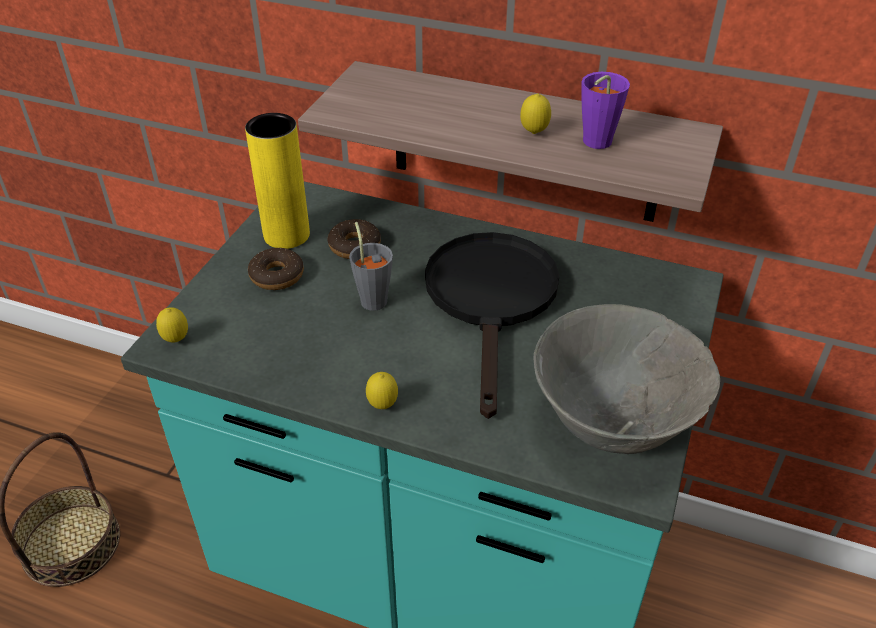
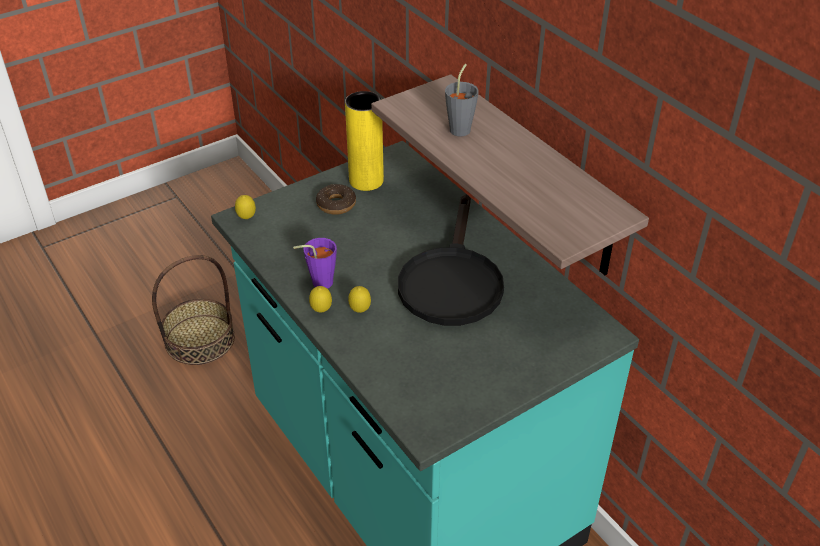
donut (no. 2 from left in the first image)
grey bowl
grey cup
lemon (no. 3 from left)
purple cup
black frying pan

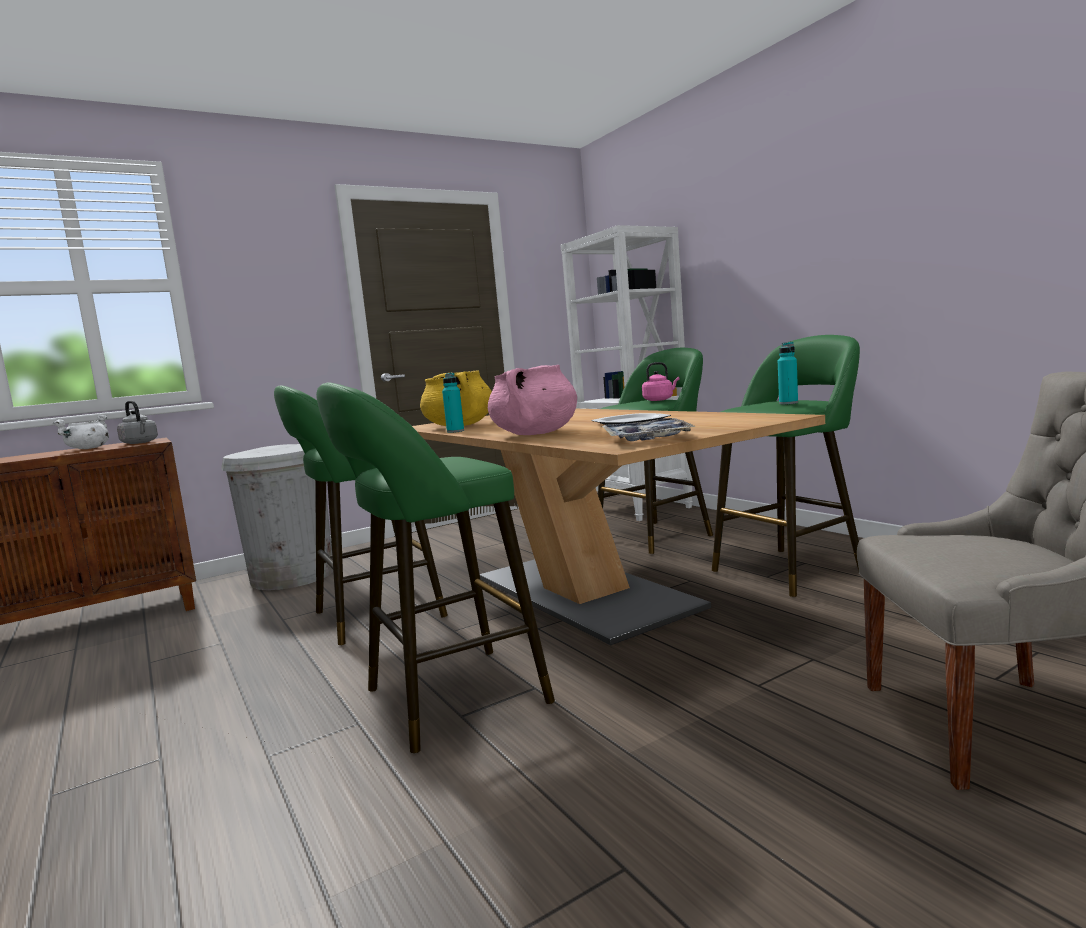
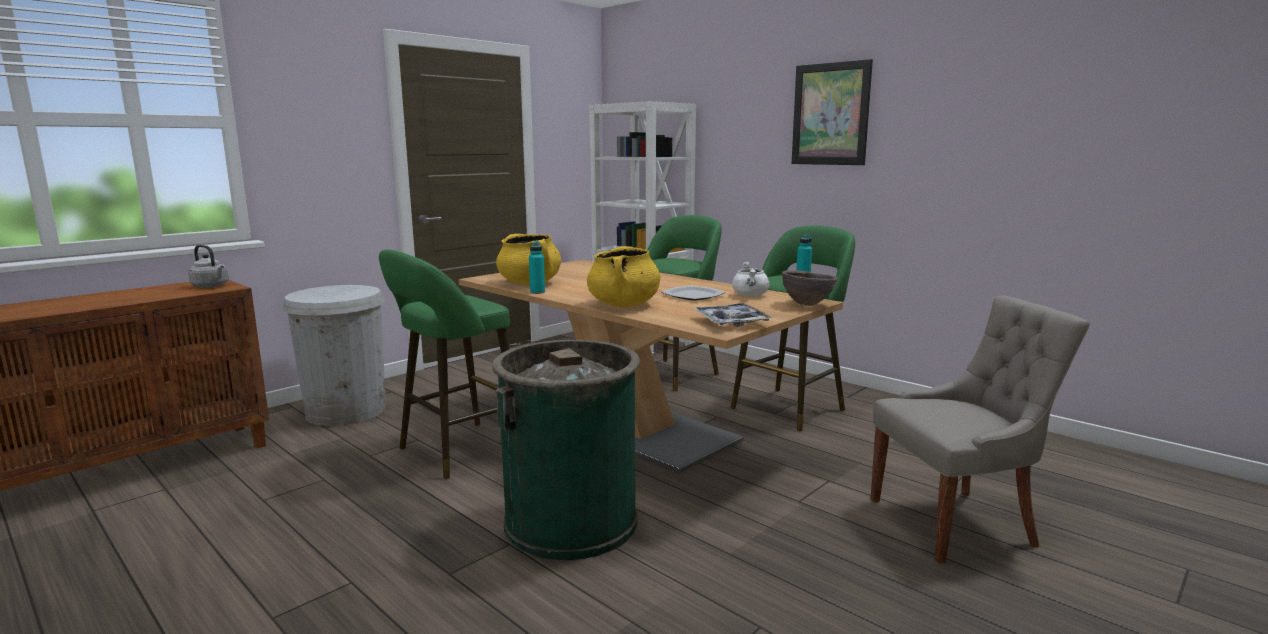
pink kettle
brown bowl
picture
white cooking pot
green trash can
yellow cooking pot (no. 2 from left)

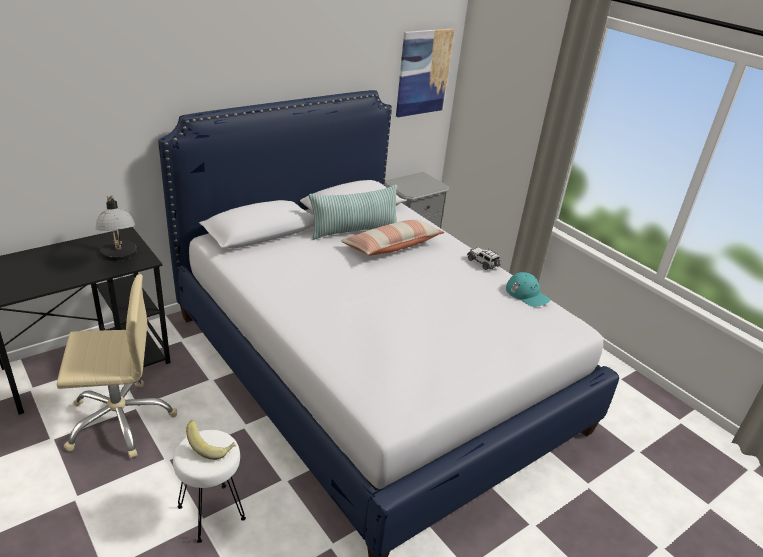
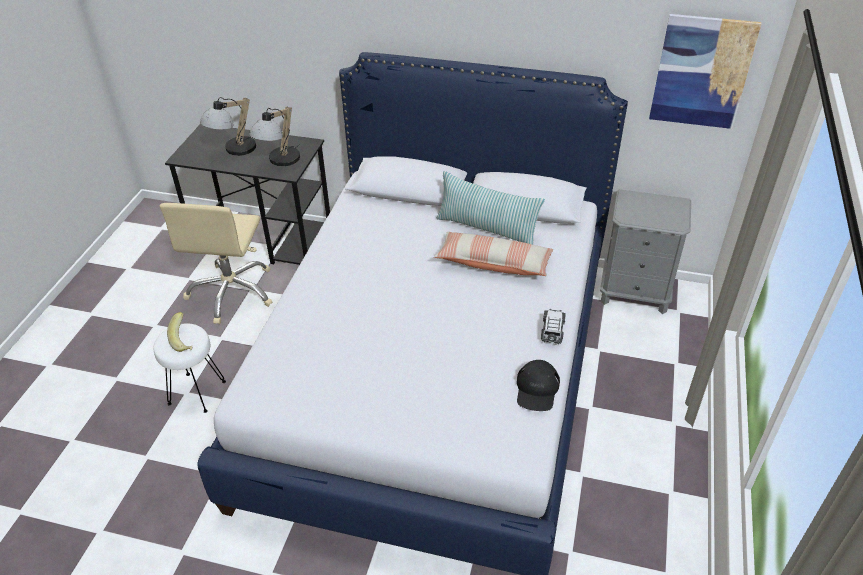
table lamp (no. 1 from left)
black cap
beige office chair

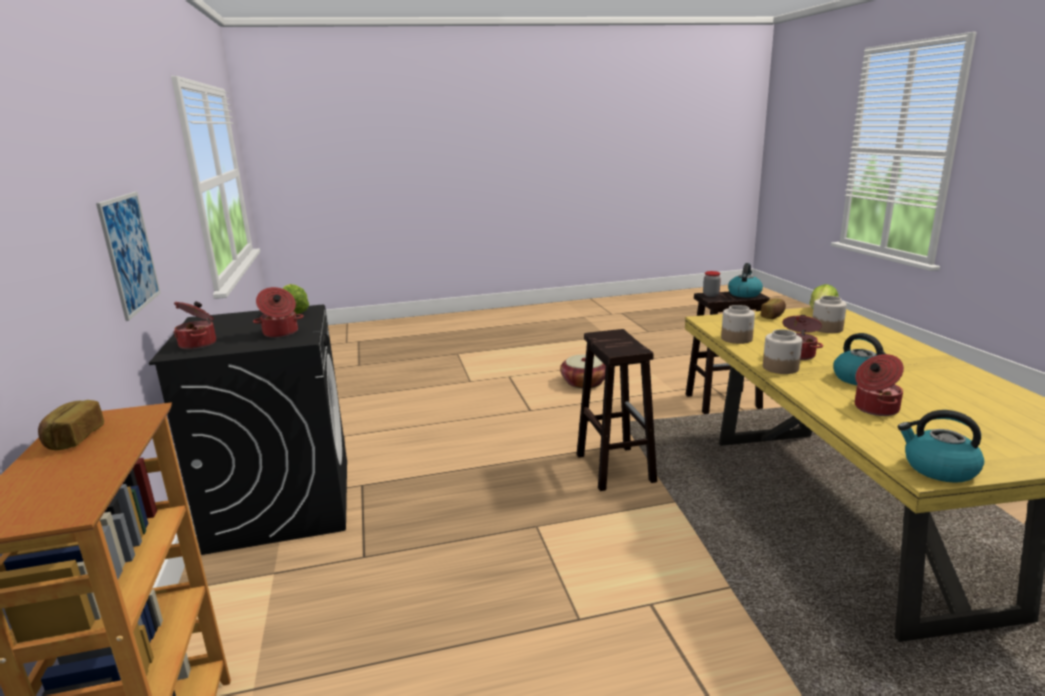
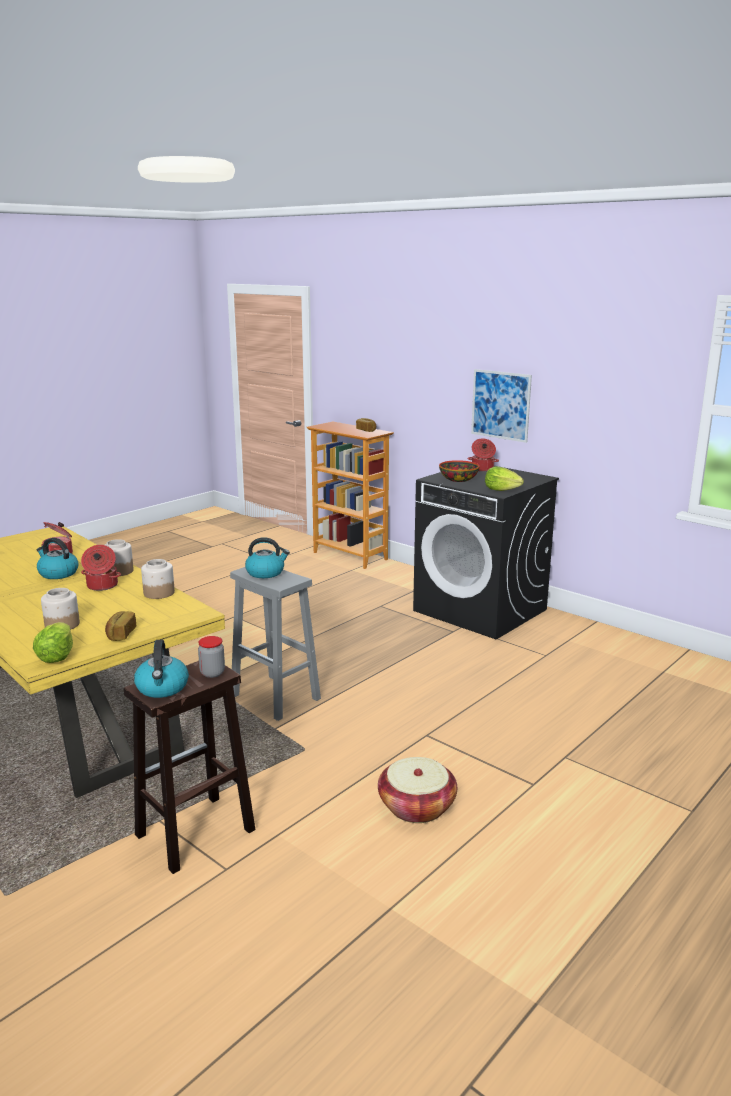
kettle (no. 3 from left)
bowl
grey stool

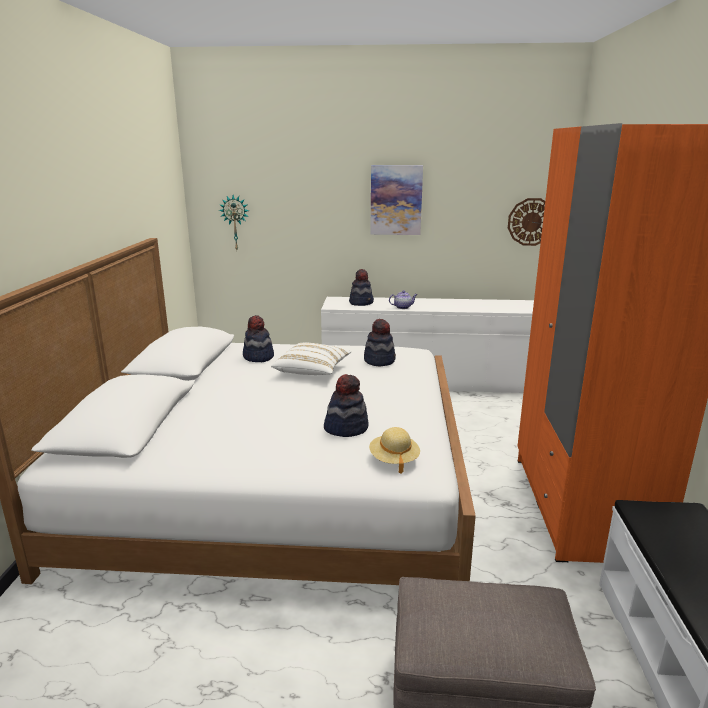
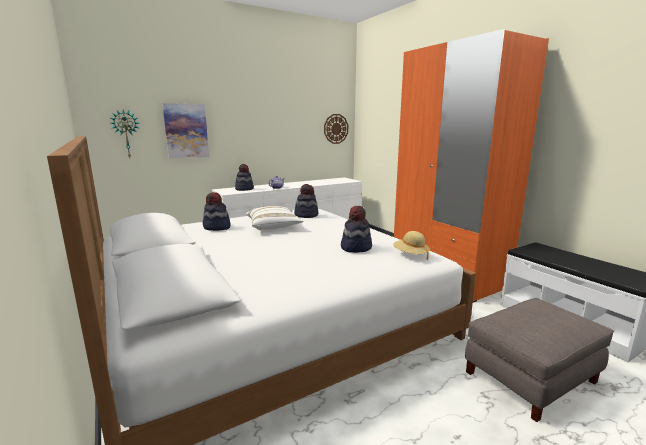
picture

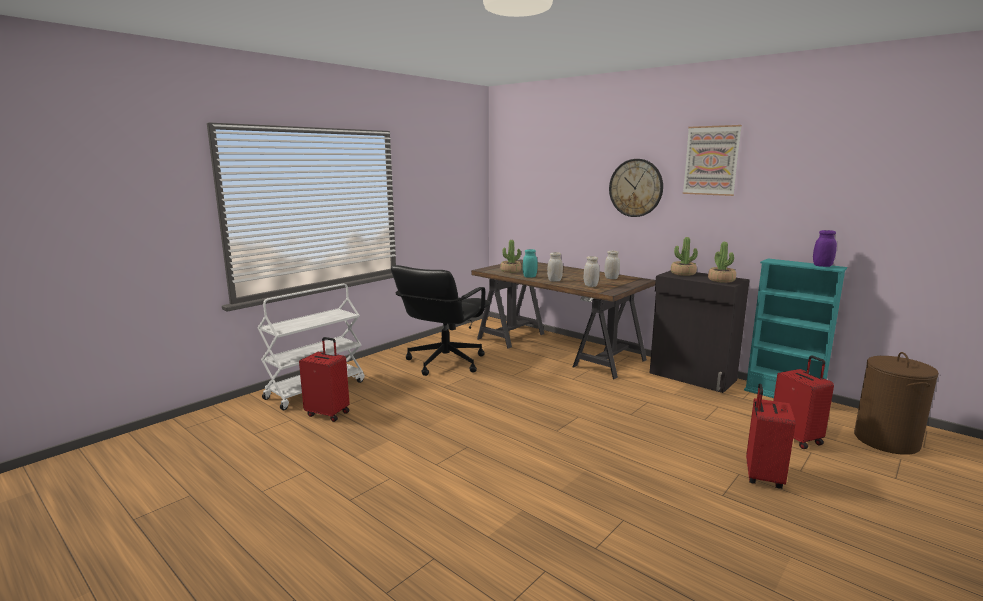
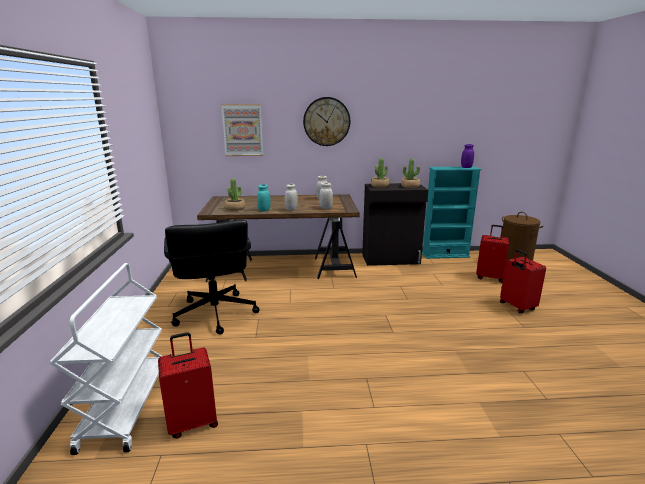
picture

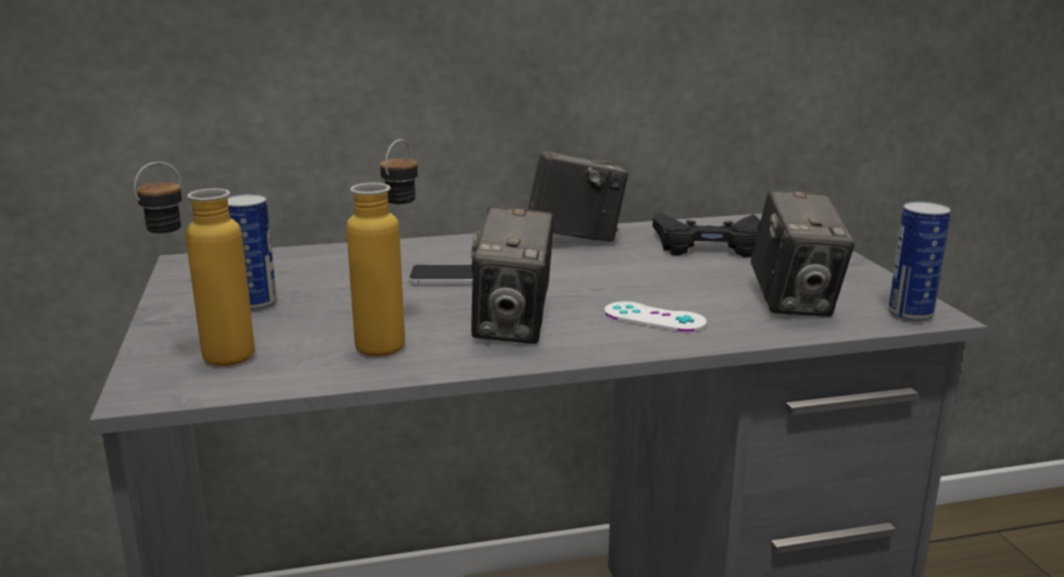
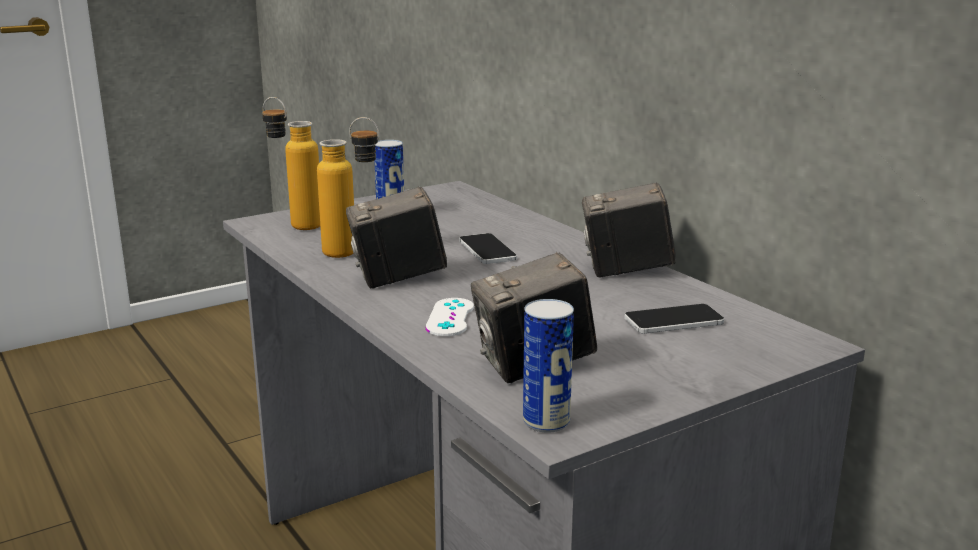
phone (no. 2 from left)
photo camera (no. 3 from left)

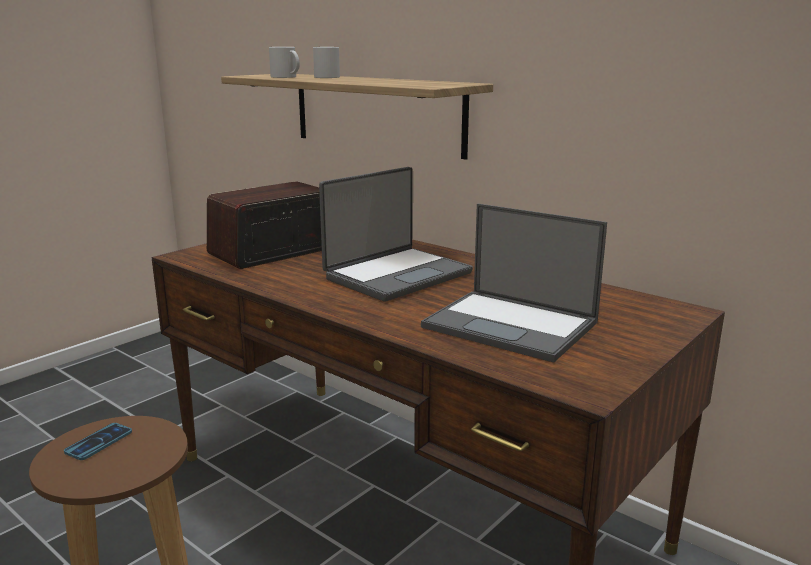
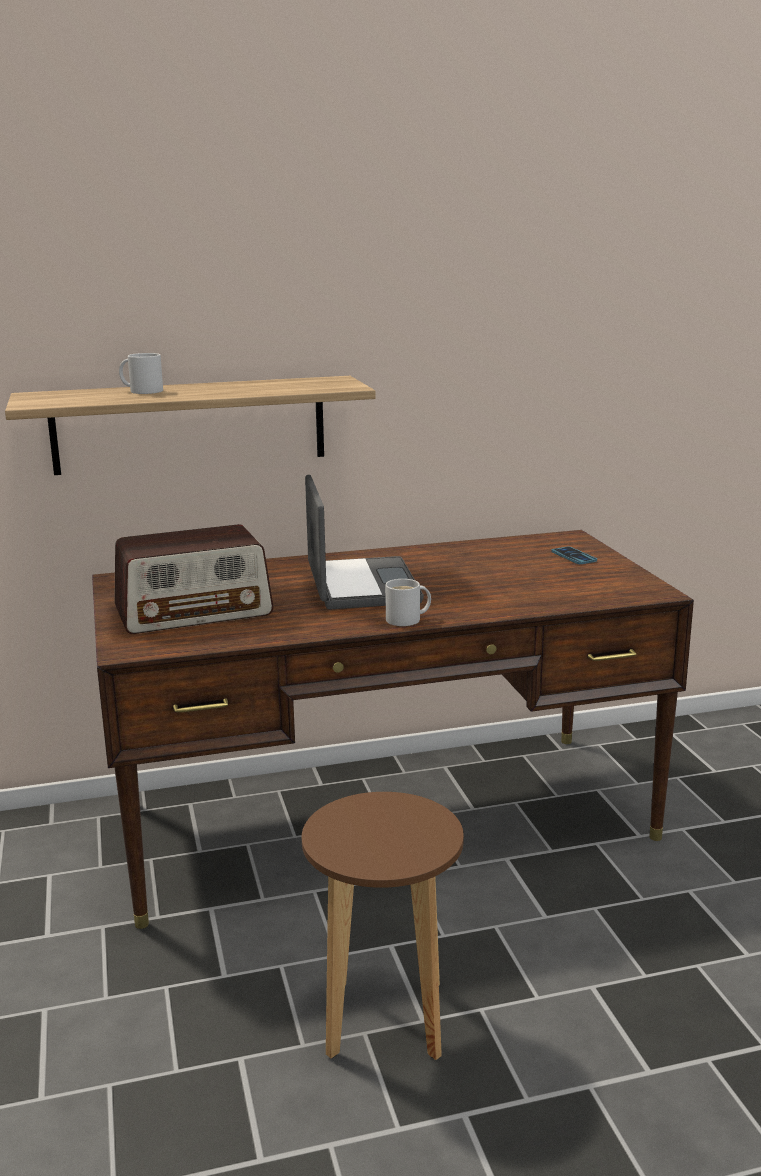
laptop (no. 2 from left in the first image)
phone
white mug (no. 2 from left)
radio

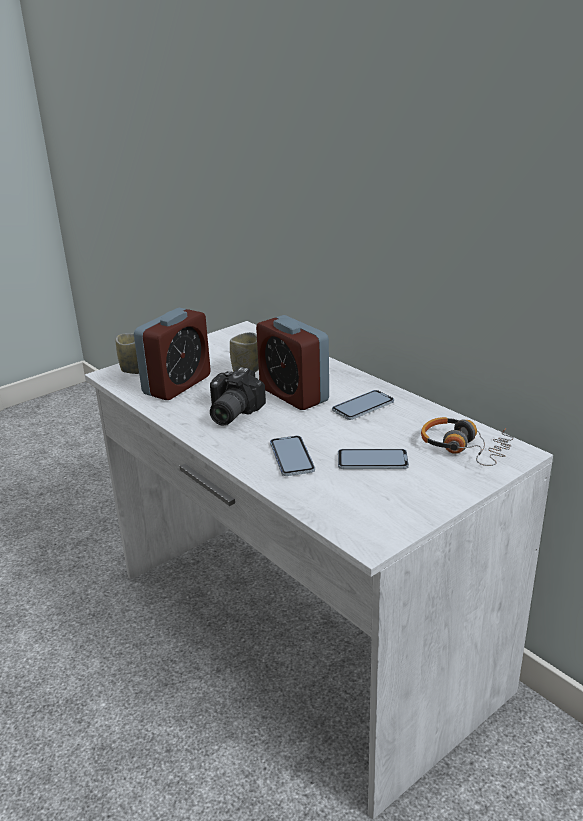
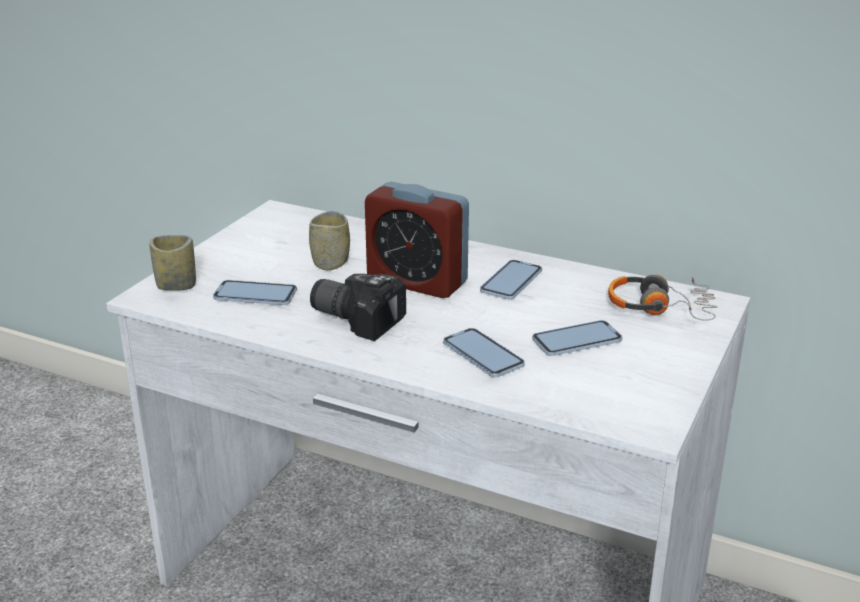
phone (no. 1 from left)
photo camera

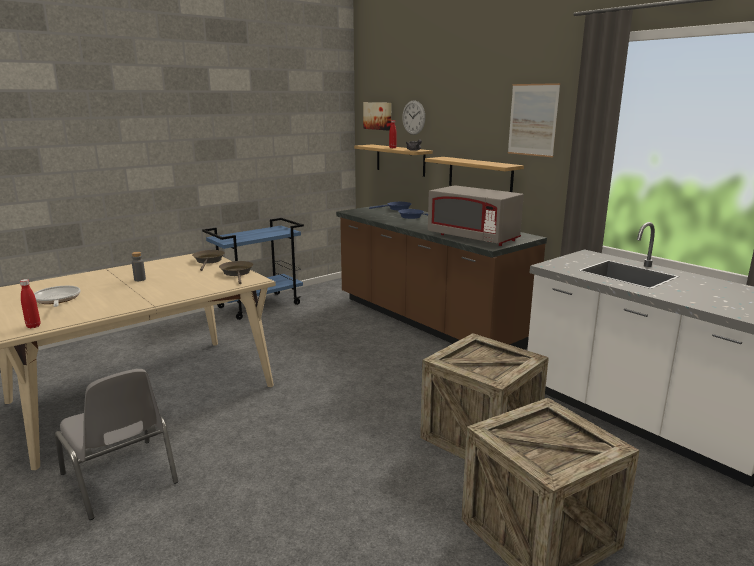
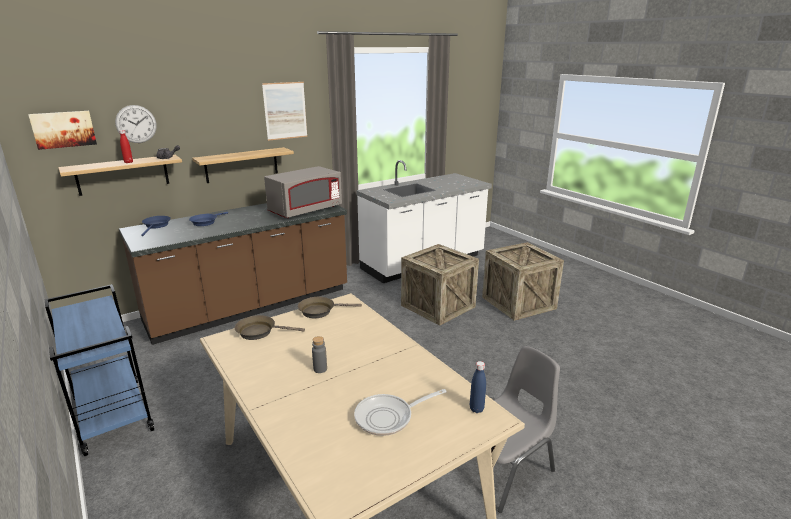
blue bottle

